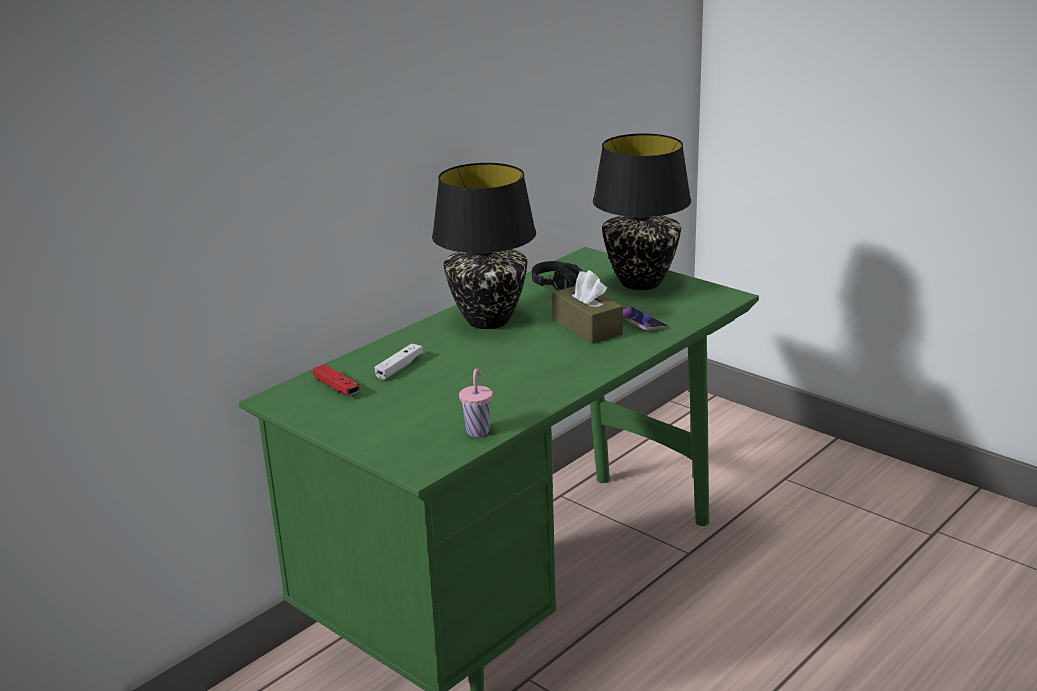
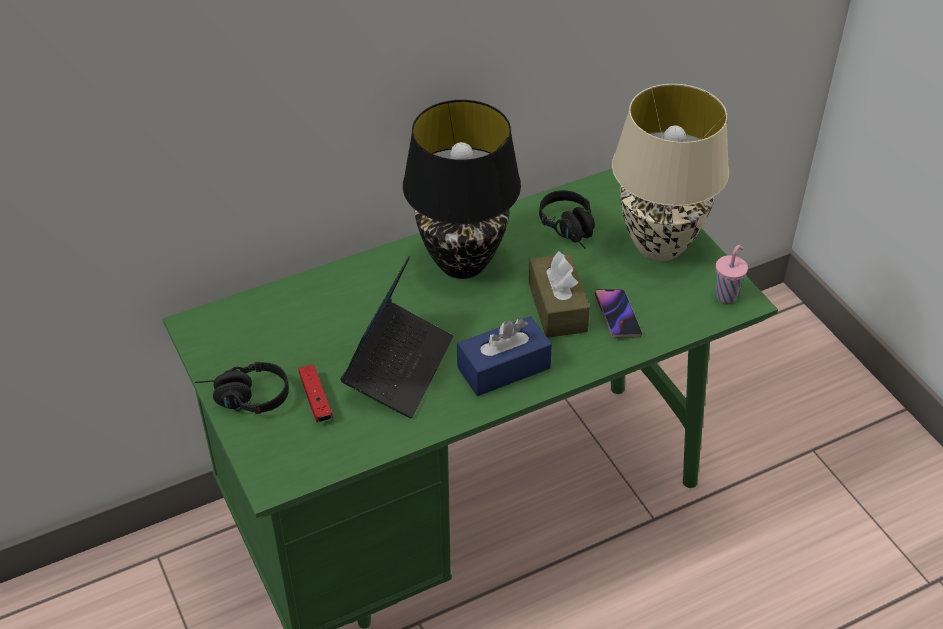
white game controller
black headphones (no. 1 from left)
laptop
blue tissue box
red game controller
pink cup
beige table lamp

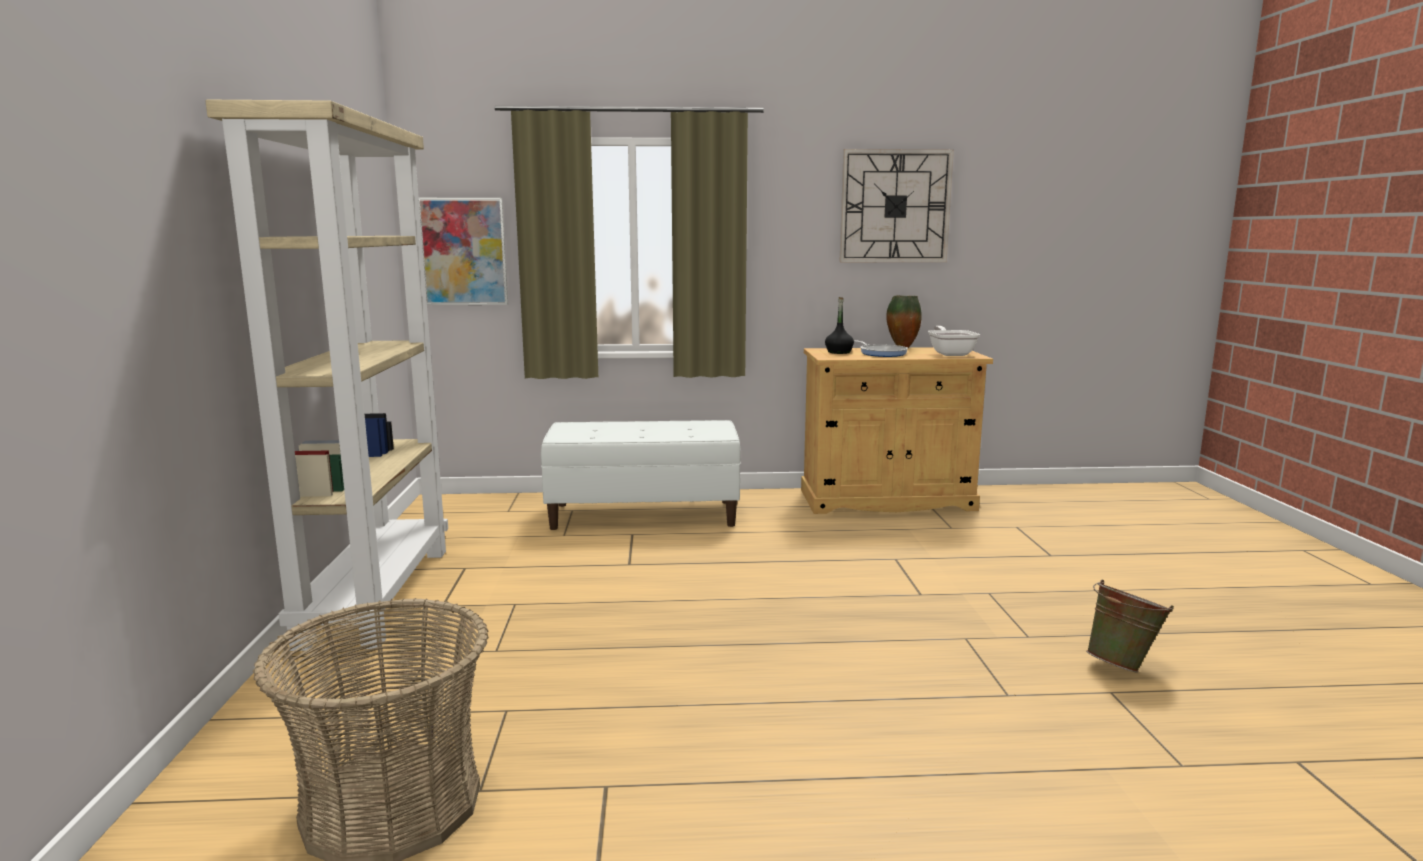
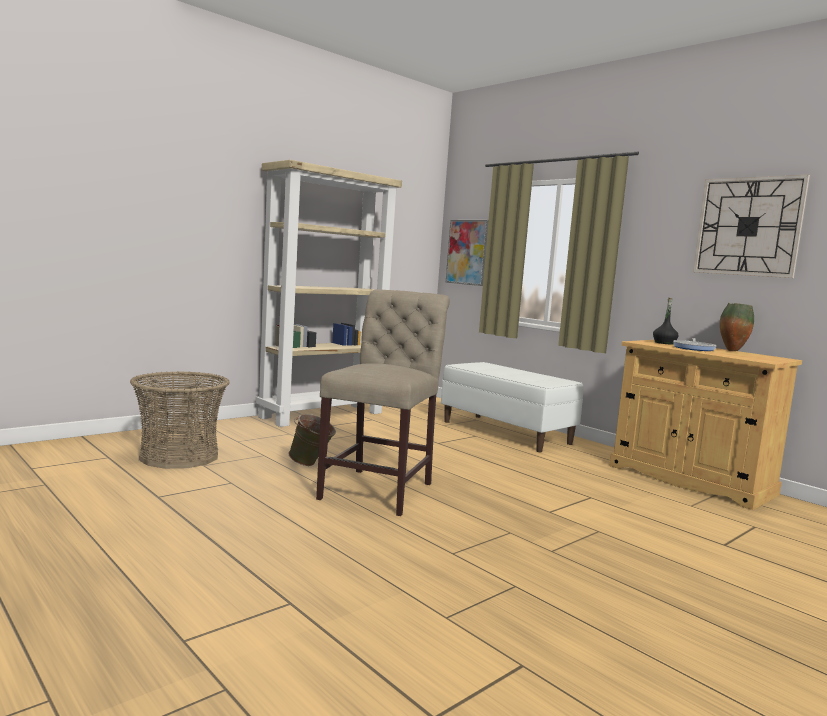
frying pan (no. 2 from left in the first image)
beige chair
green bucket

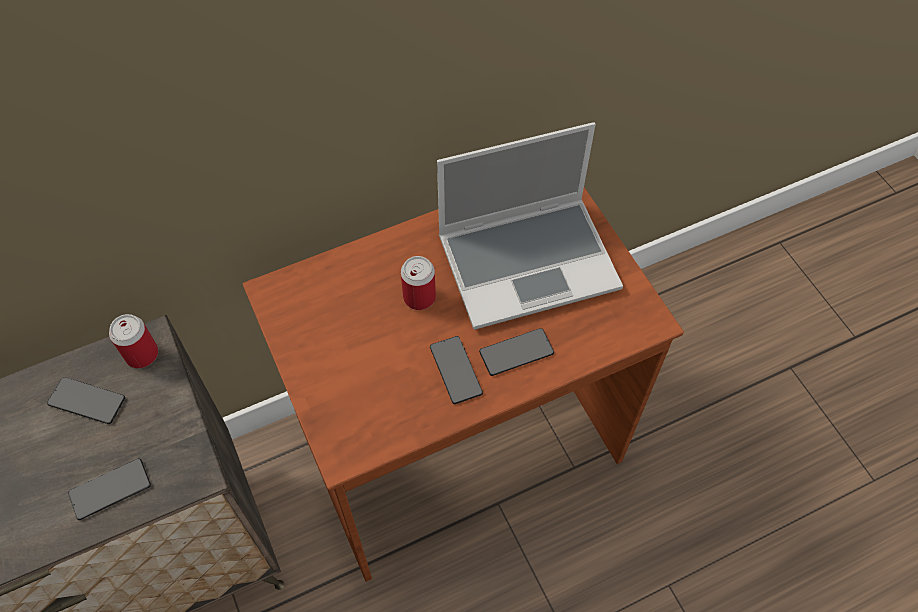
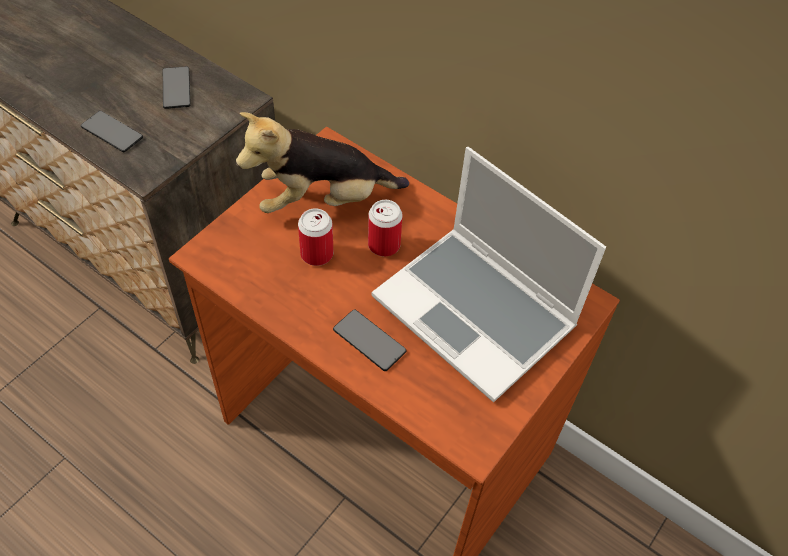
phone (no. 3 from left in the first image)
plush toy
can (no. 1 from left)

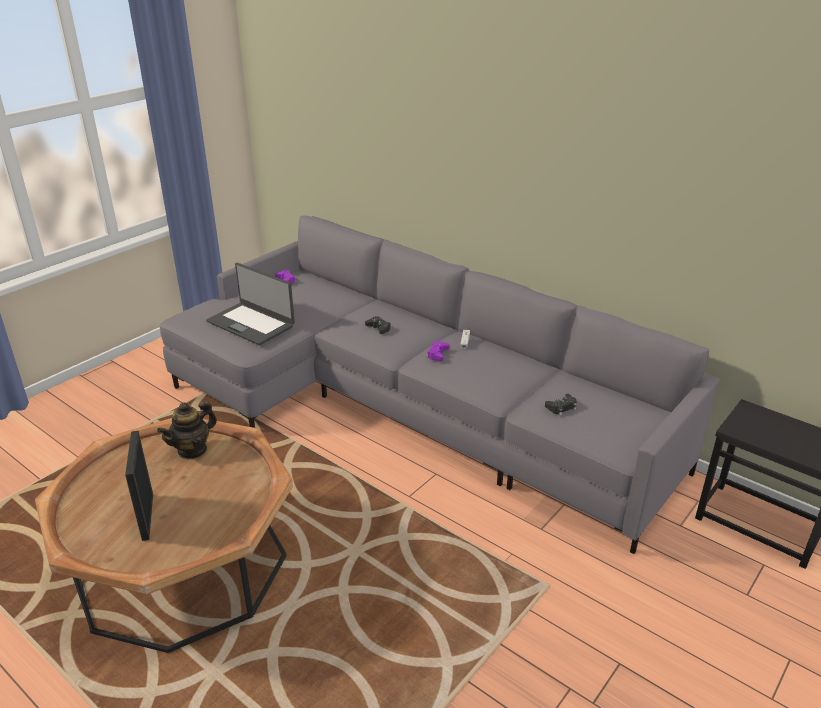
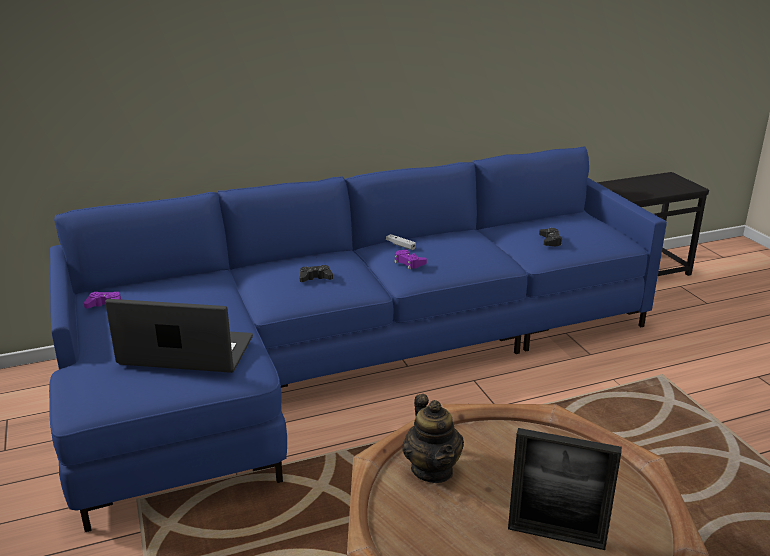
blue sofa
laptop

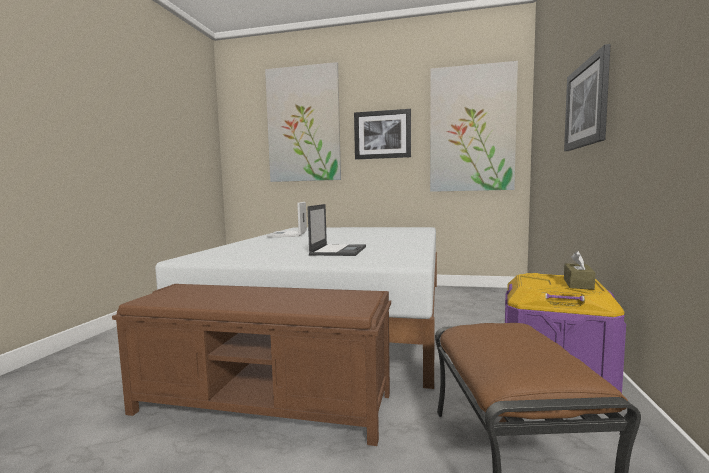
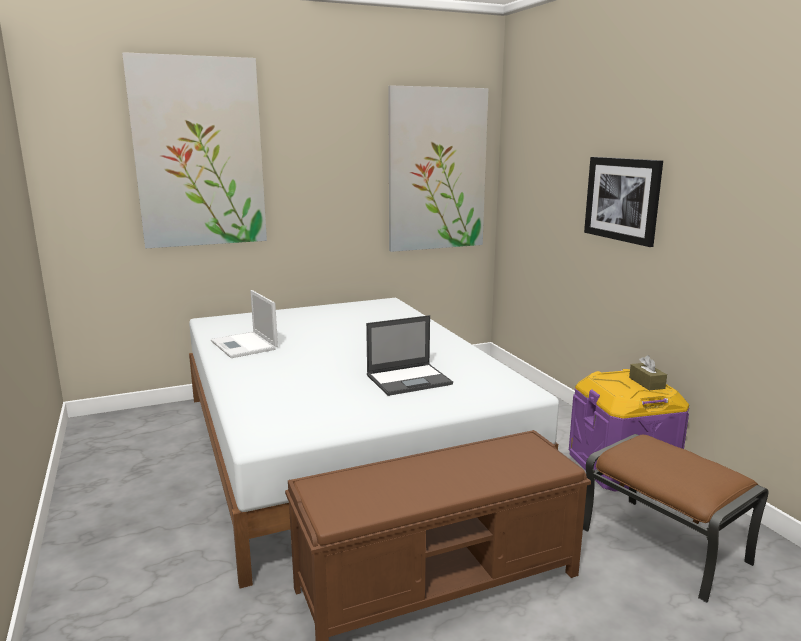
picture (no. 2 from left in the first image)
laptop (no. 2 from left)

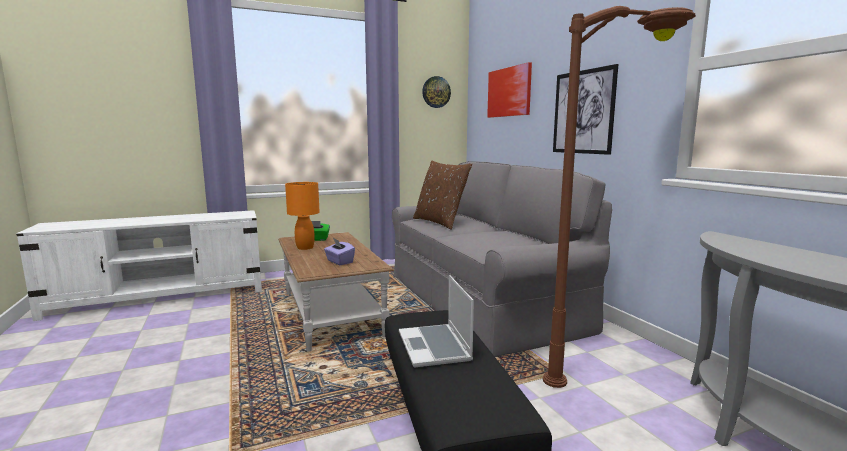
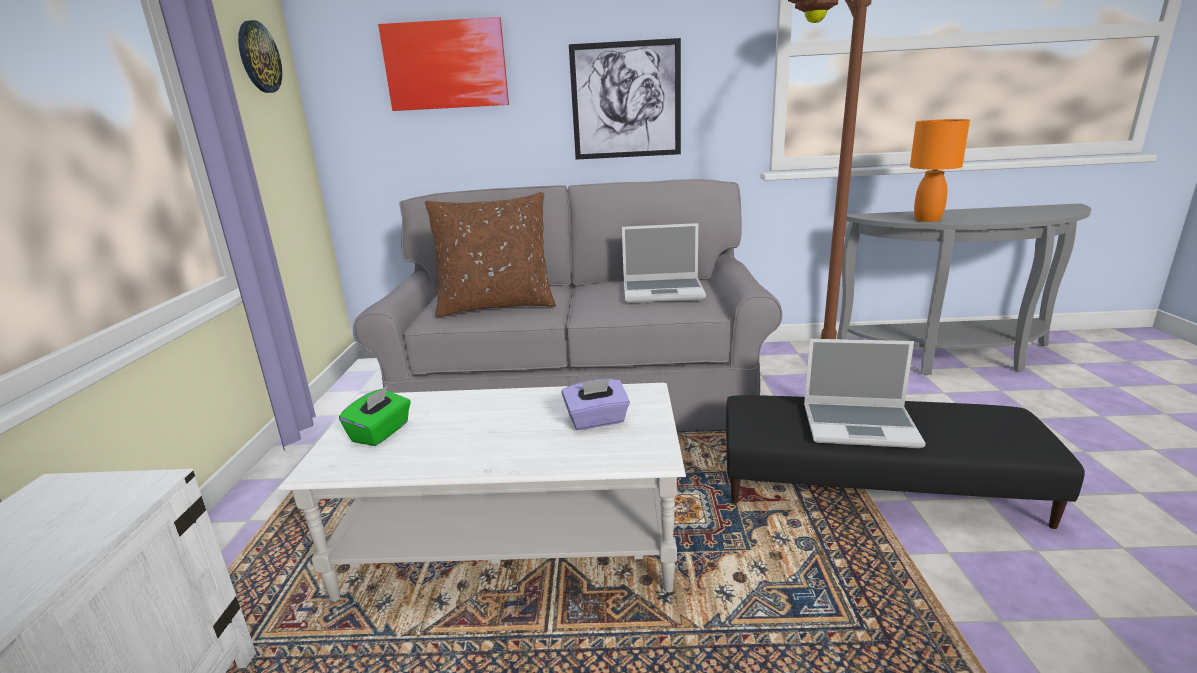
laptop (no. 1 from left)
orange table lamp
white coffee table

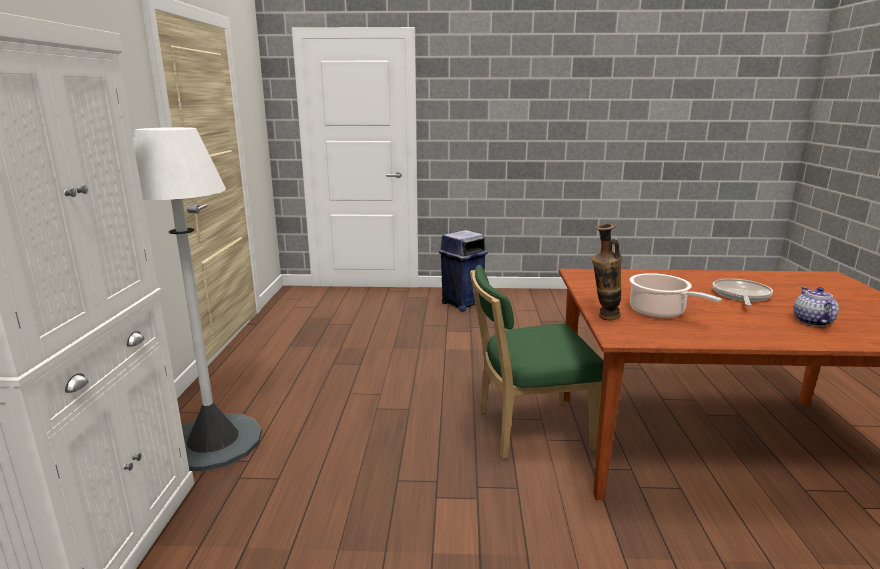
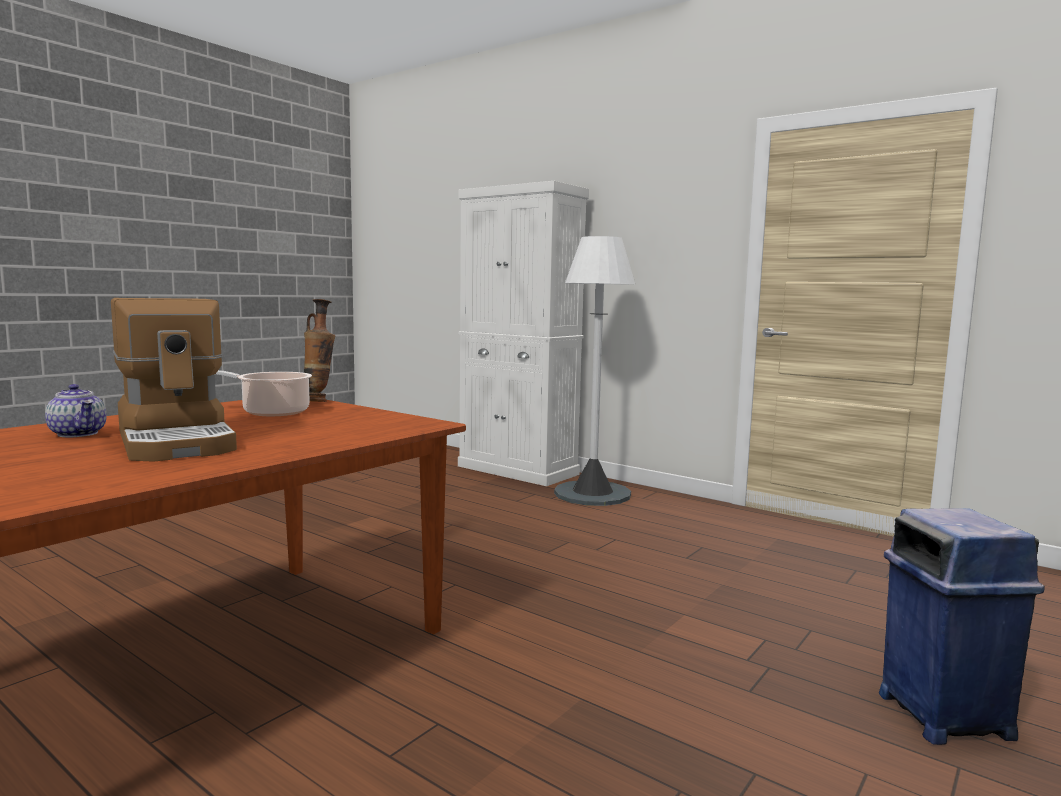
green chair
coffee machine

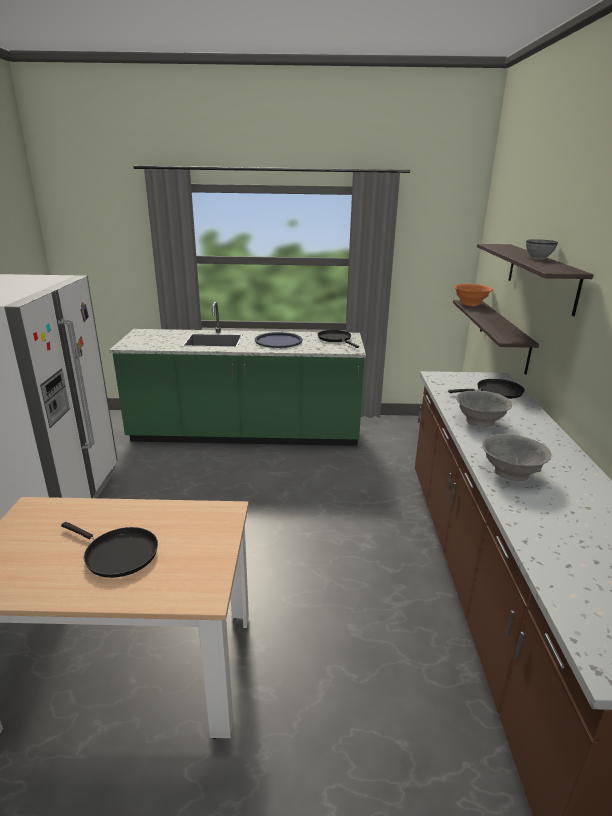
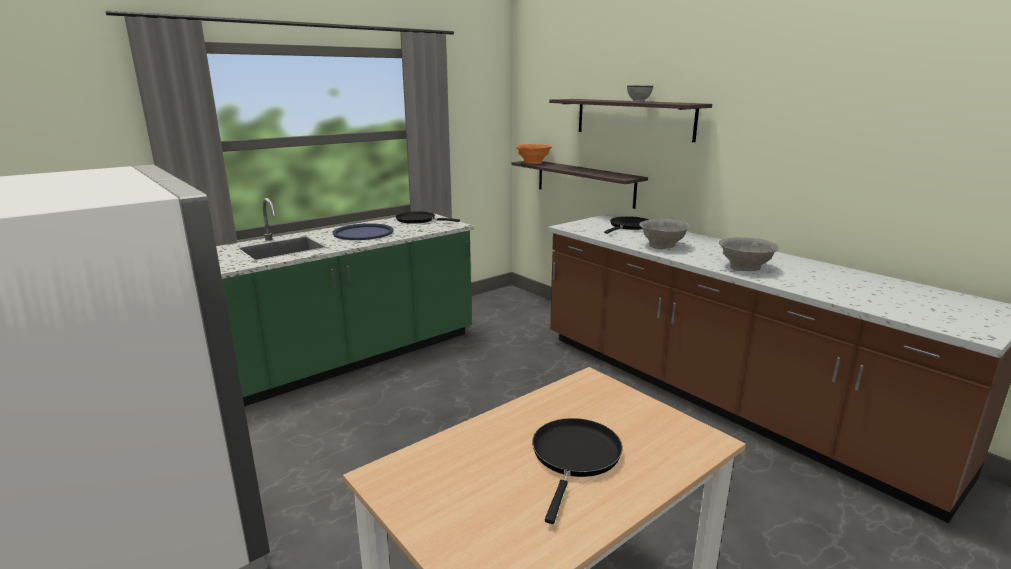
black frying pan (no. 2 from left)

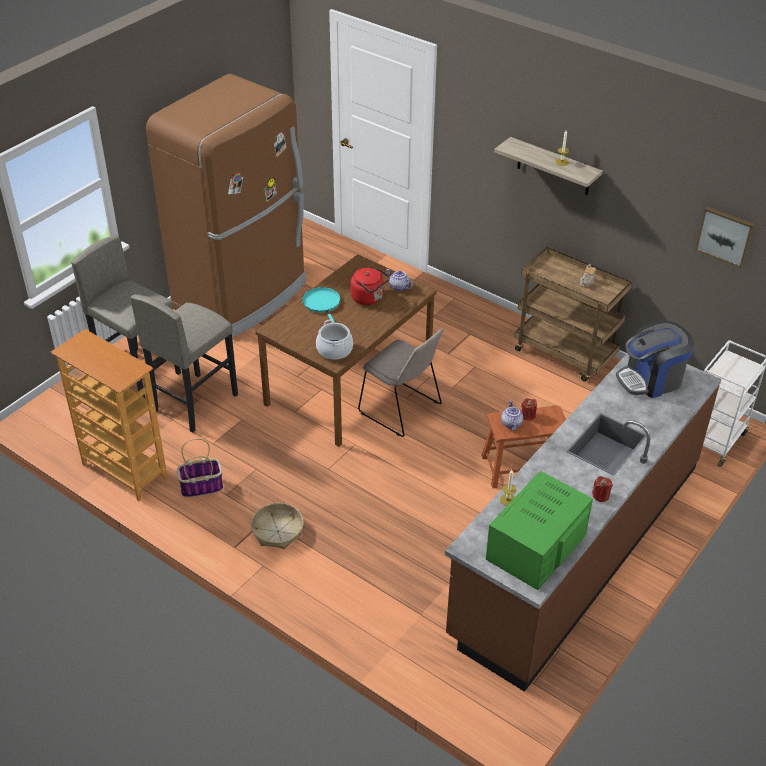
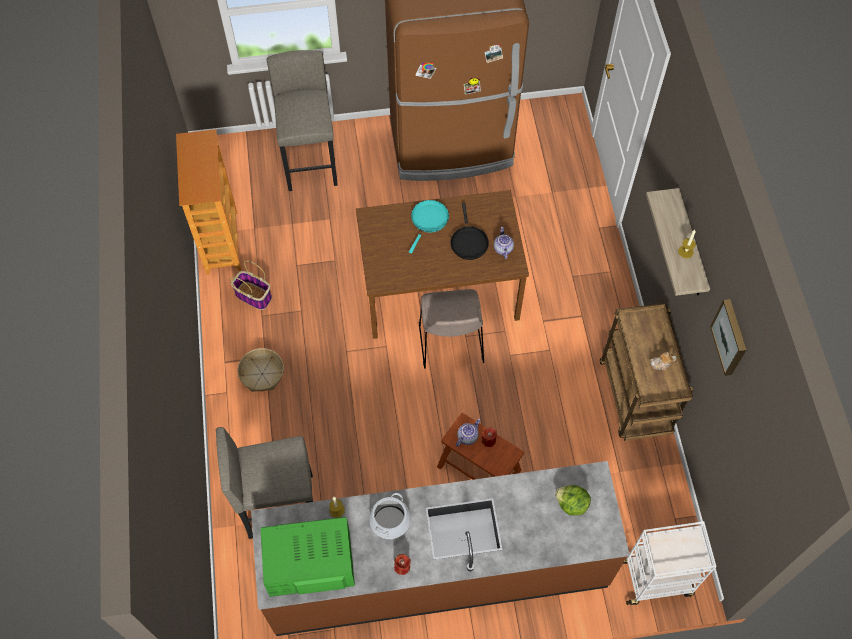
grey stool (no. 1 from left)
cooking pot
picture
black frying pan
lettuce

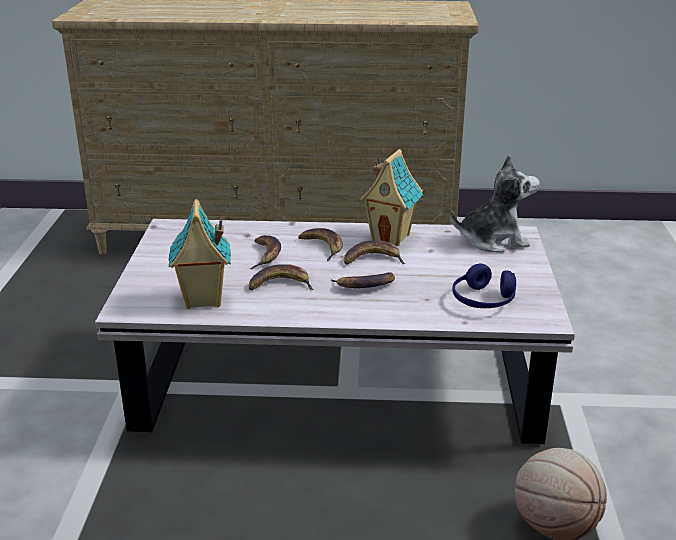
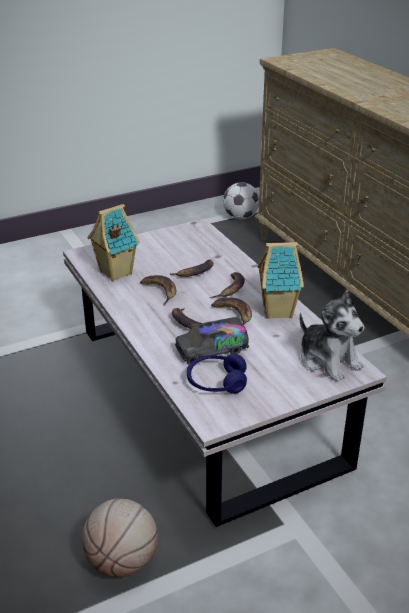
toy truck
football

